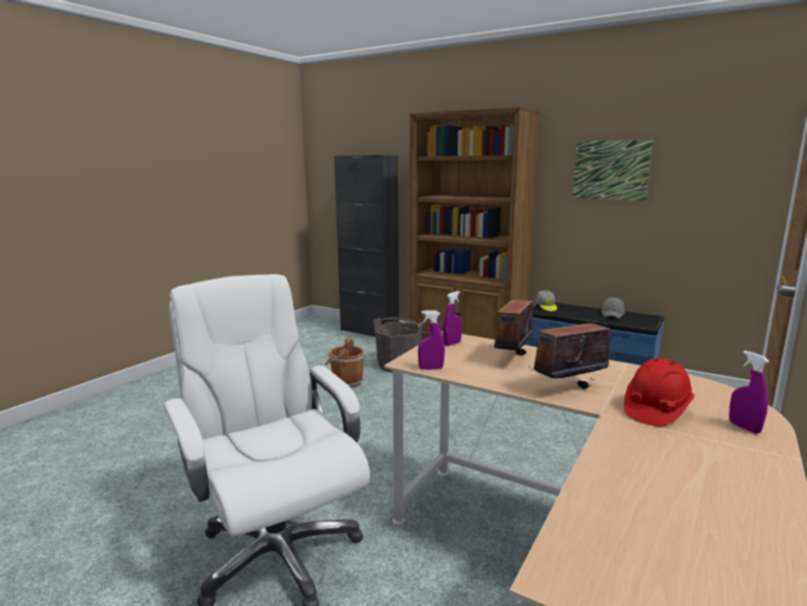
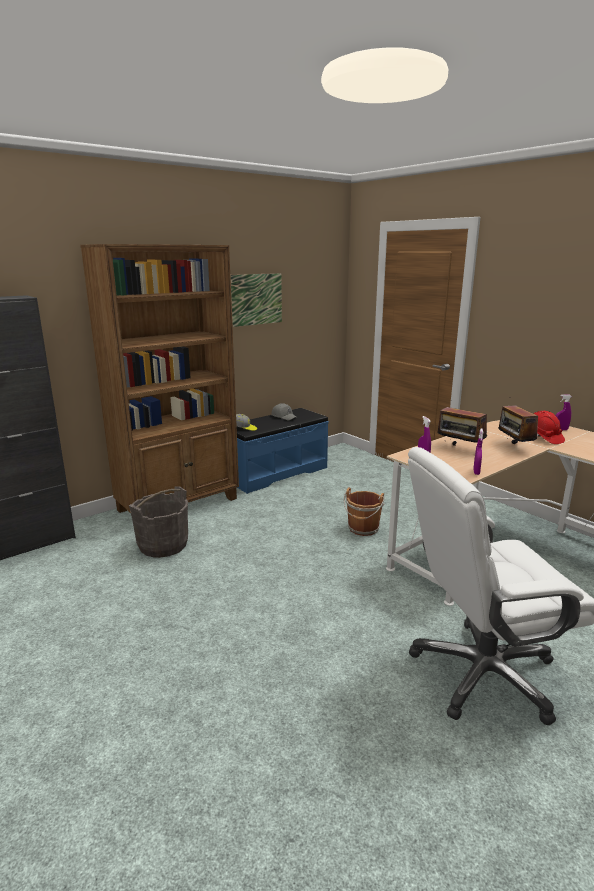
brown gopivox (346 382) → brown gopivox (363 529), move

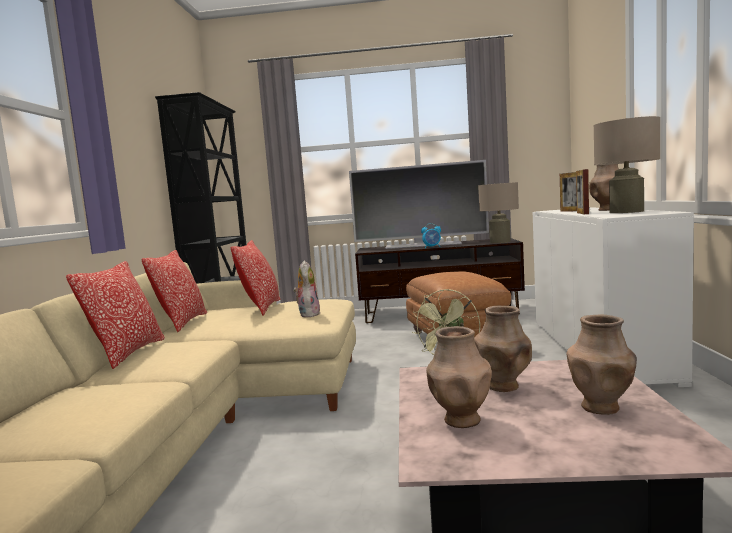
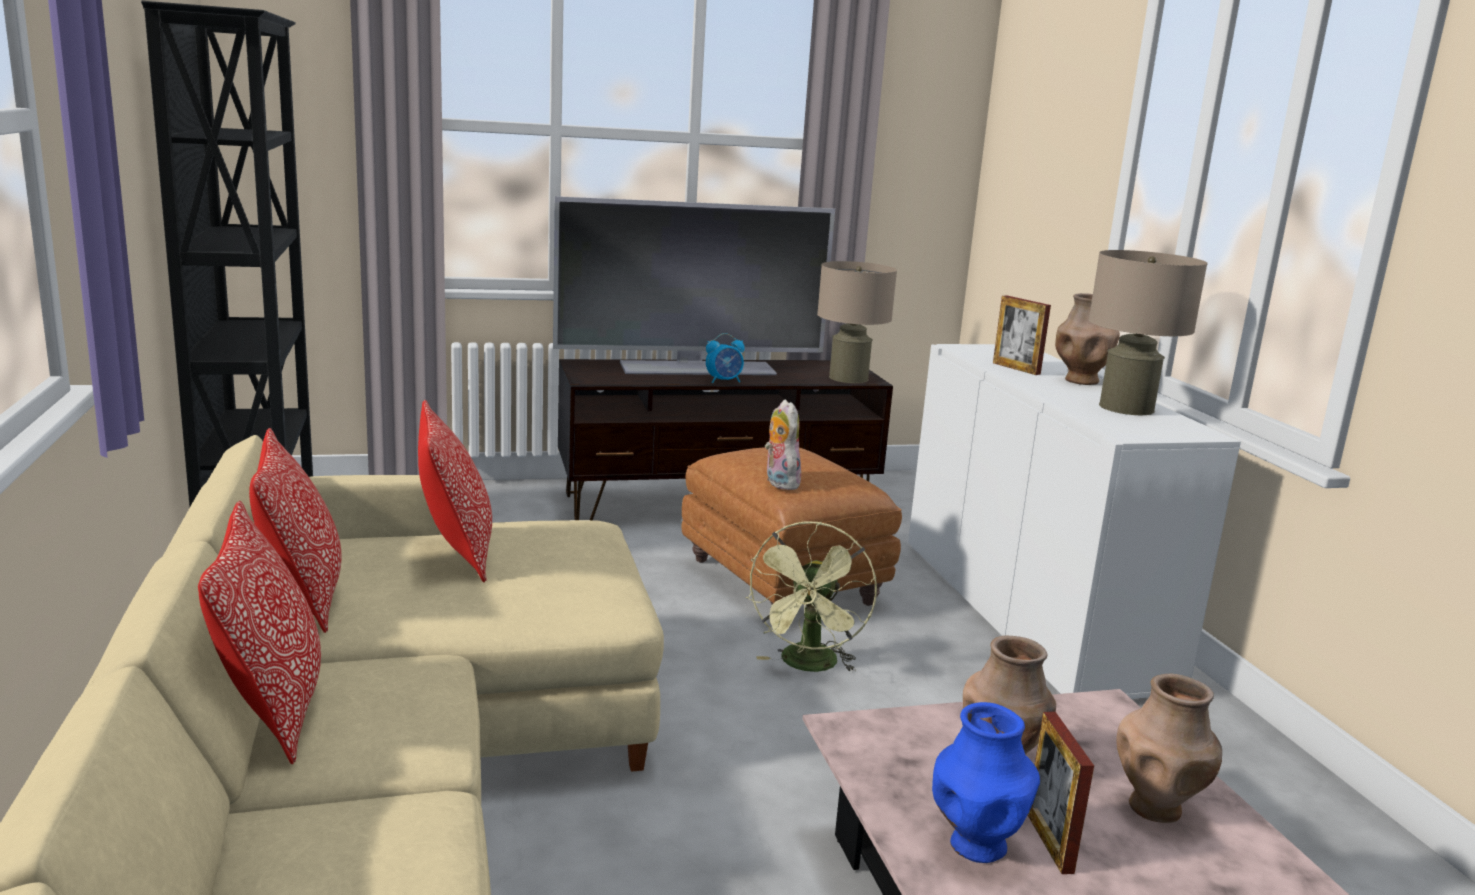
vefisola (308 314) → vefisola (779 483), move
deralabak (582 213) → deralabak (1049 842), move
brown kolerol (461 420) → blue kolerol (976 846)

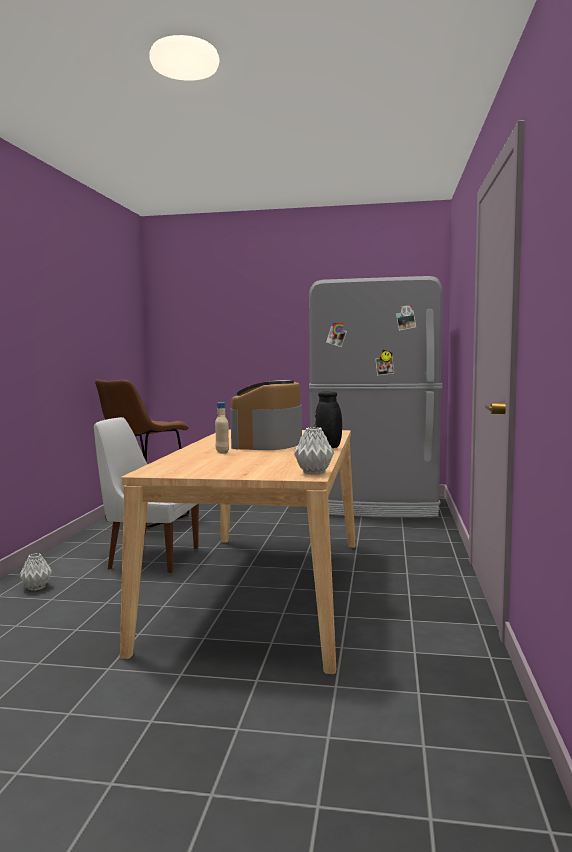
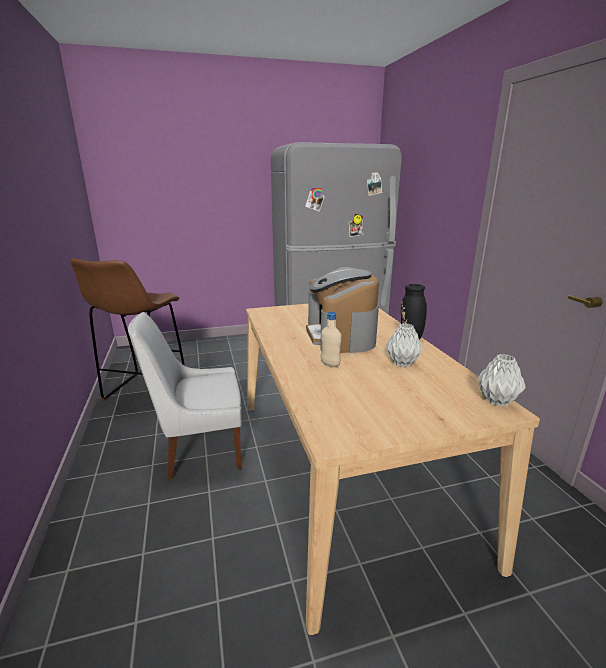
grey kolerol (36 587) → grey kolerol (401 363), move

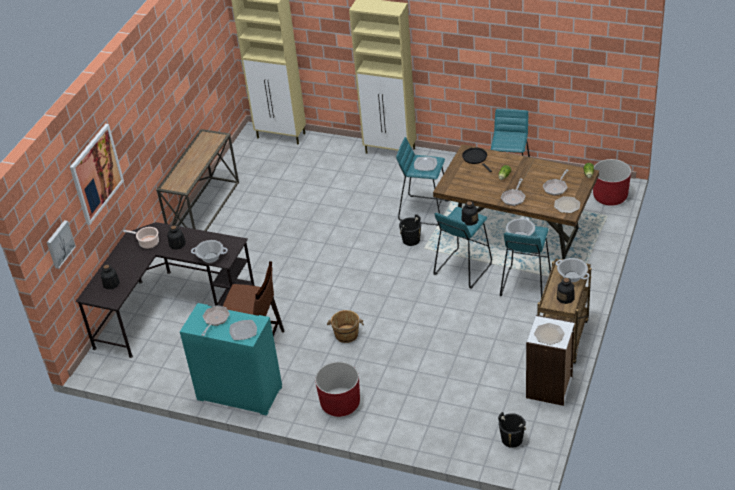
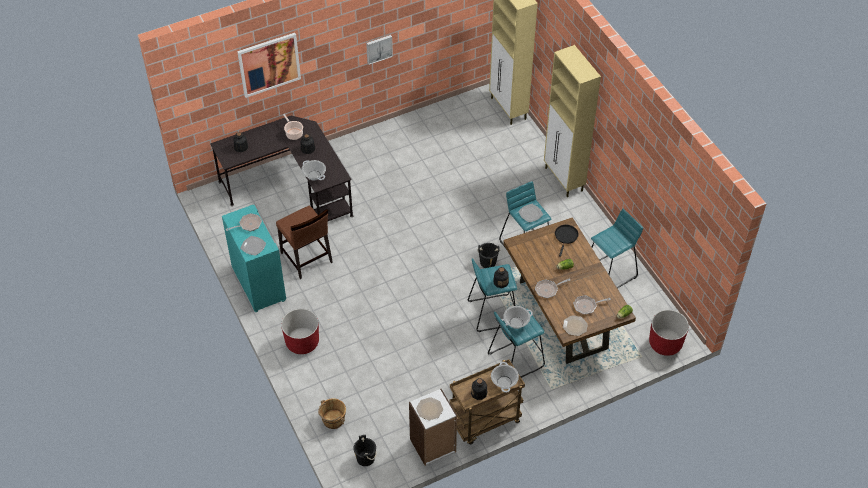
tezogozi (204 209) → -
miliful (59 244) → miliful (379 48), move
brown gopivox (346 335) → brown gopivox (333 420), move

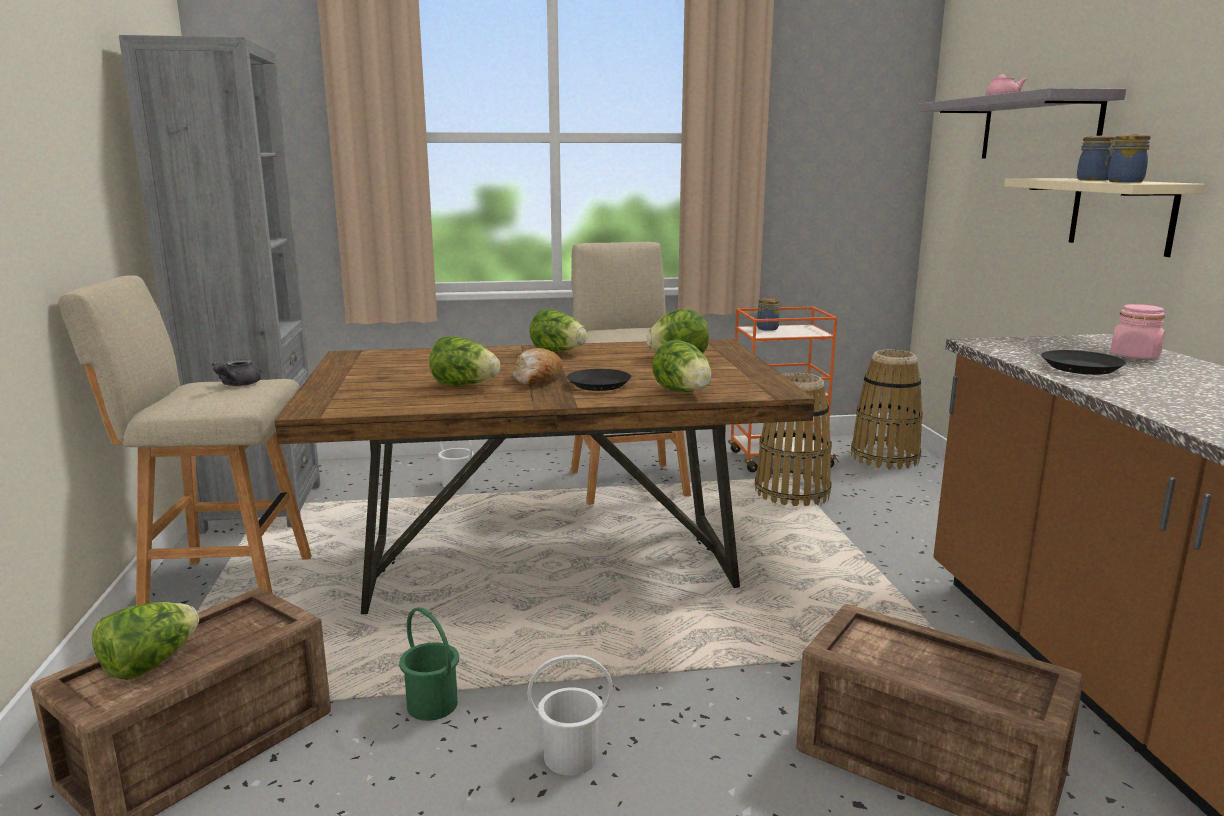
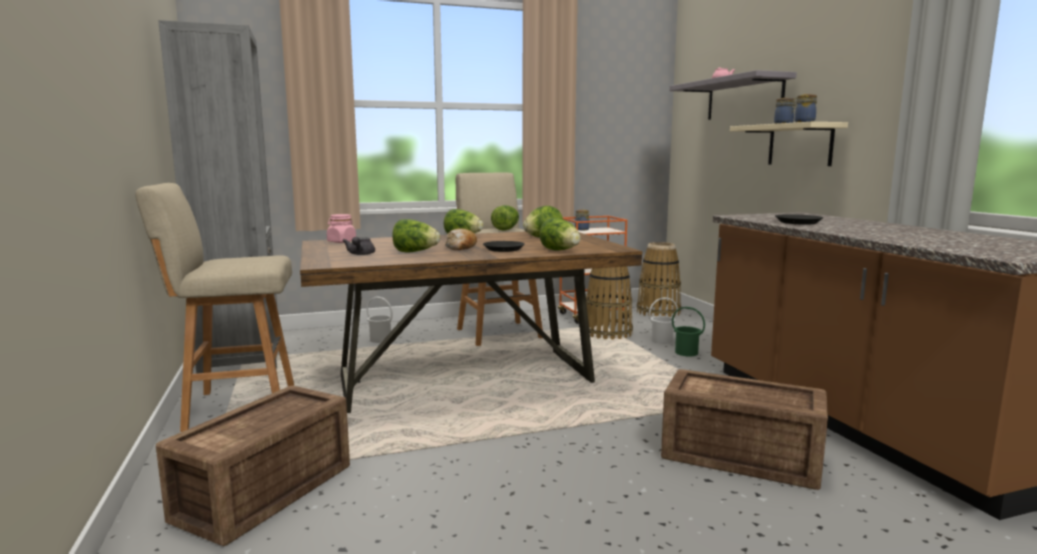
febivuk (150 664) → febivuk (506 229), move
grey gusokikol (236 385) → grey gusokikol (360 254), move
green gopivox (431 705) → green gopivox (686 353), move
white gopivox (570 756) → white gopivox (661 340), move
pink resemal (1135 356) → pink resemal (341 241), move

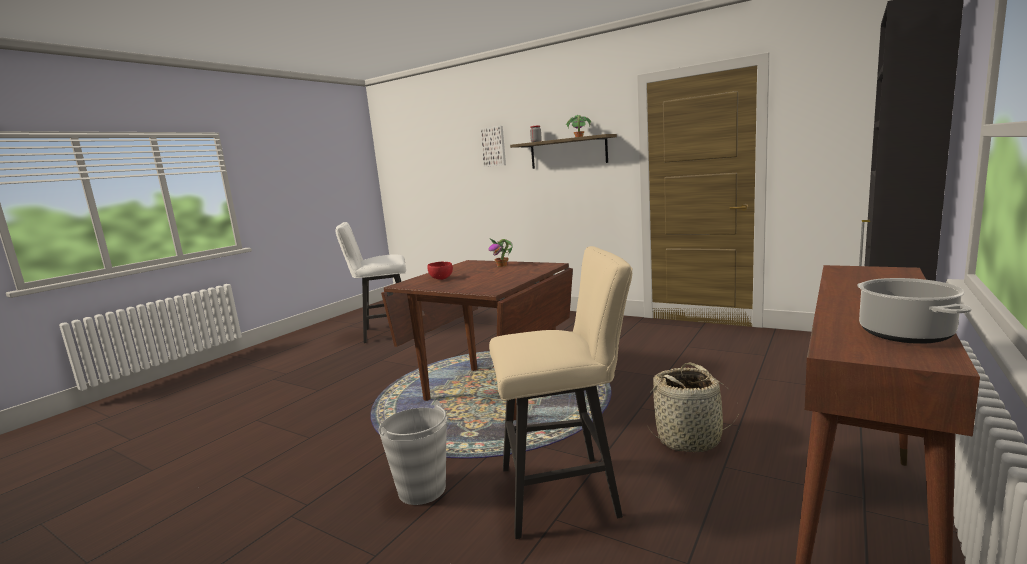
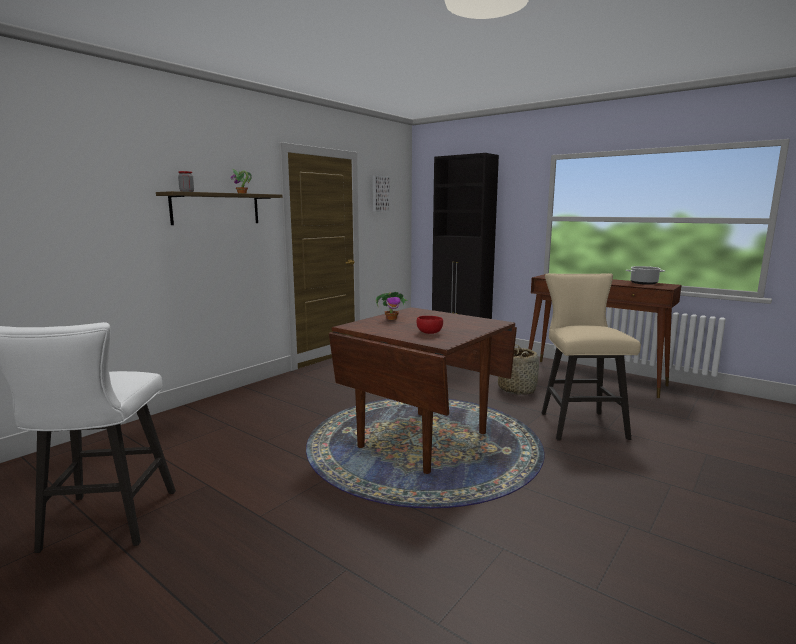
grey gopivox (422 490) → -
miliful (494 146) → miliful (380 194), move

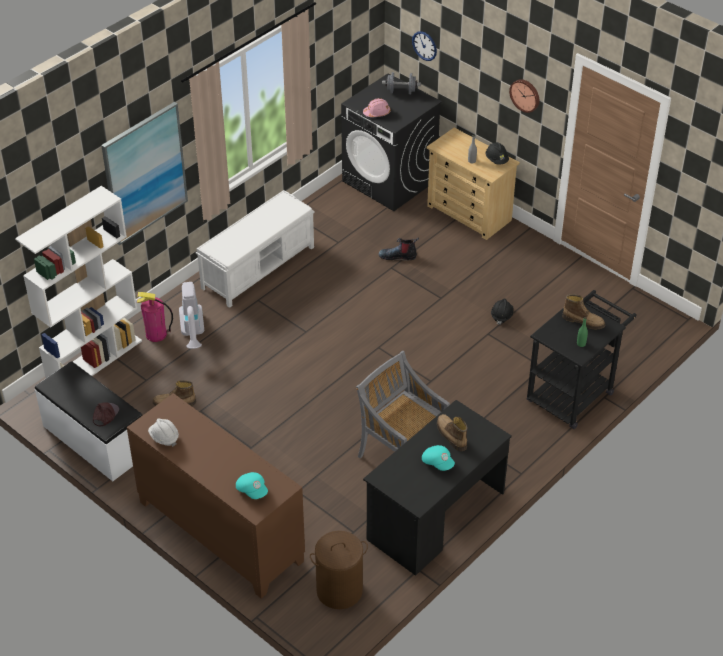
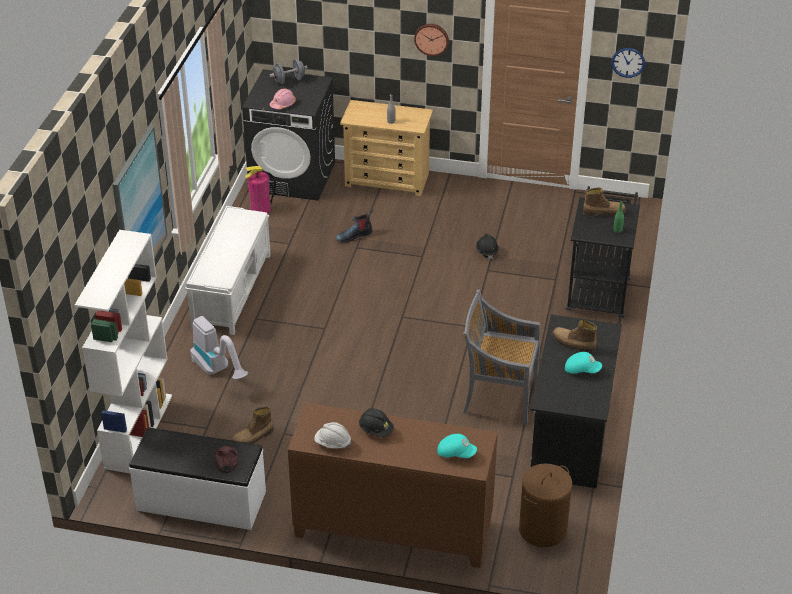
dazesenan (156 334) → dazesenan (260 209), move
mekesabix (424 46) → mekesabix (628 62), move
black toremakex (496 160) → black toremakex (376 430), move

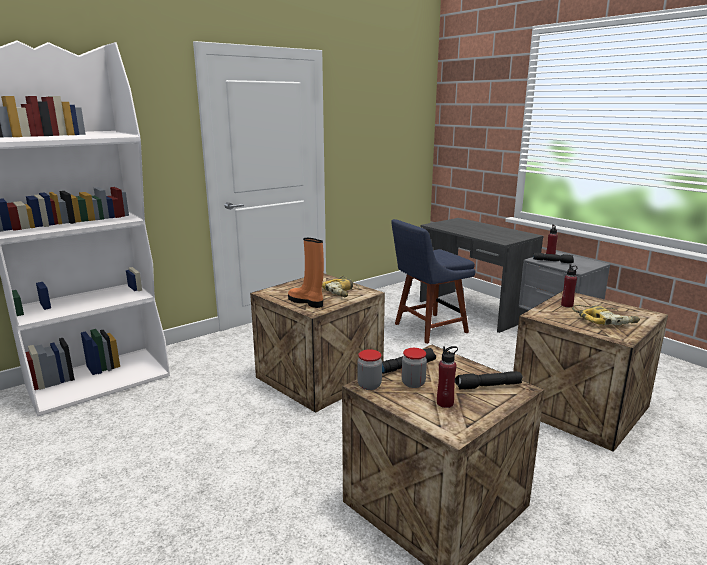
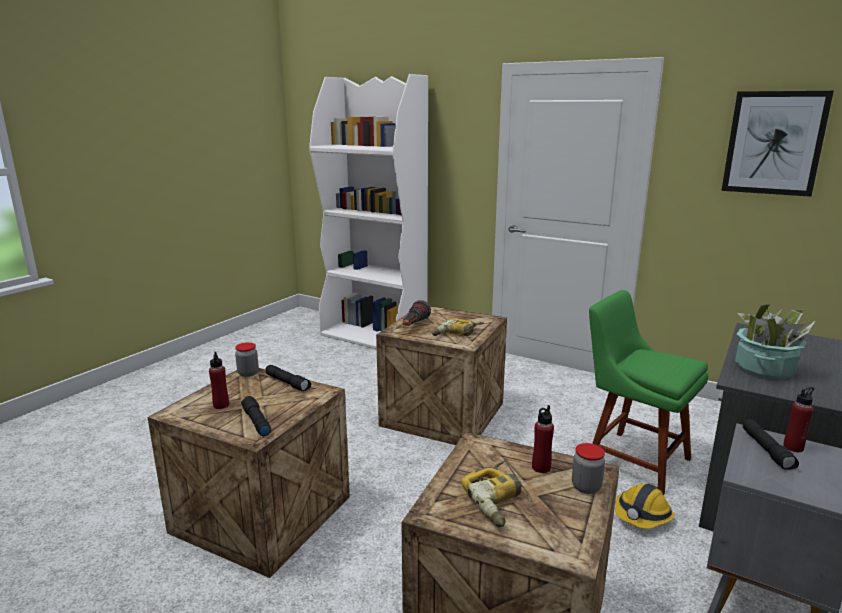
- → toremakex (642 516)
- → miliful (774 143)
- → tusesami (764 369)
resemal (413 383) → resemal (586 487), move
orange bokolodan (306 302) → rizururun (414 326)
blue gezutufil (427 329) → green gezutufil (632 459)

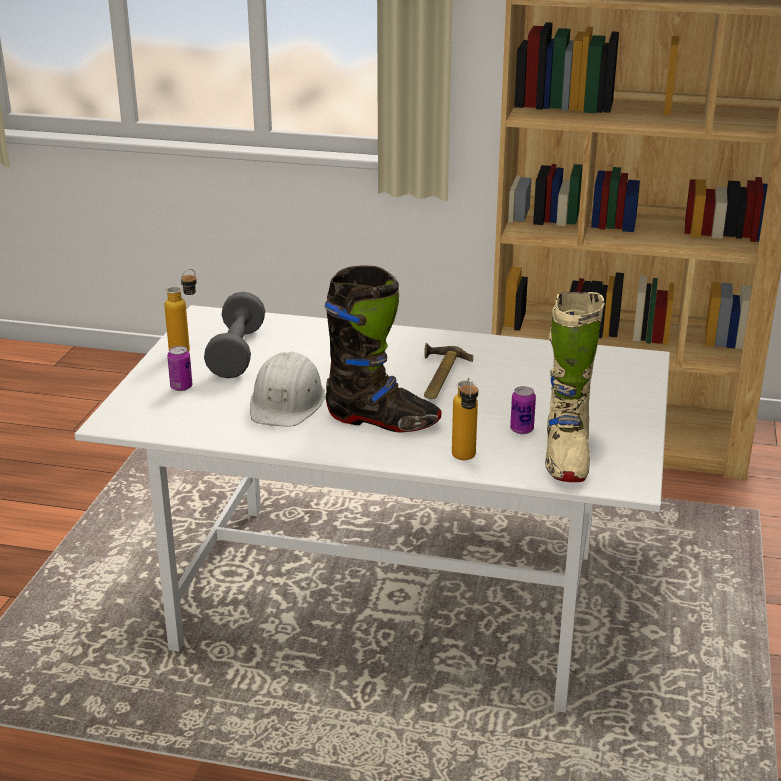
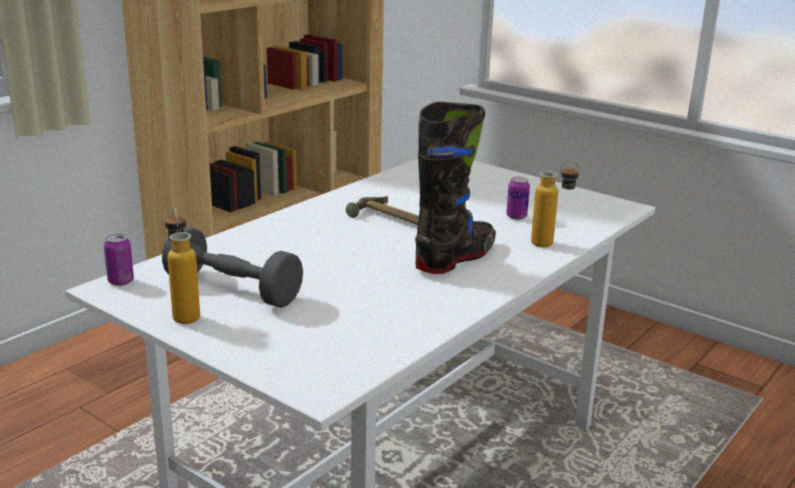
white toremakex (287 402) → -
beige bokolodan (566 457) → -
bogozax (181 387) → bogozax (121 281), move

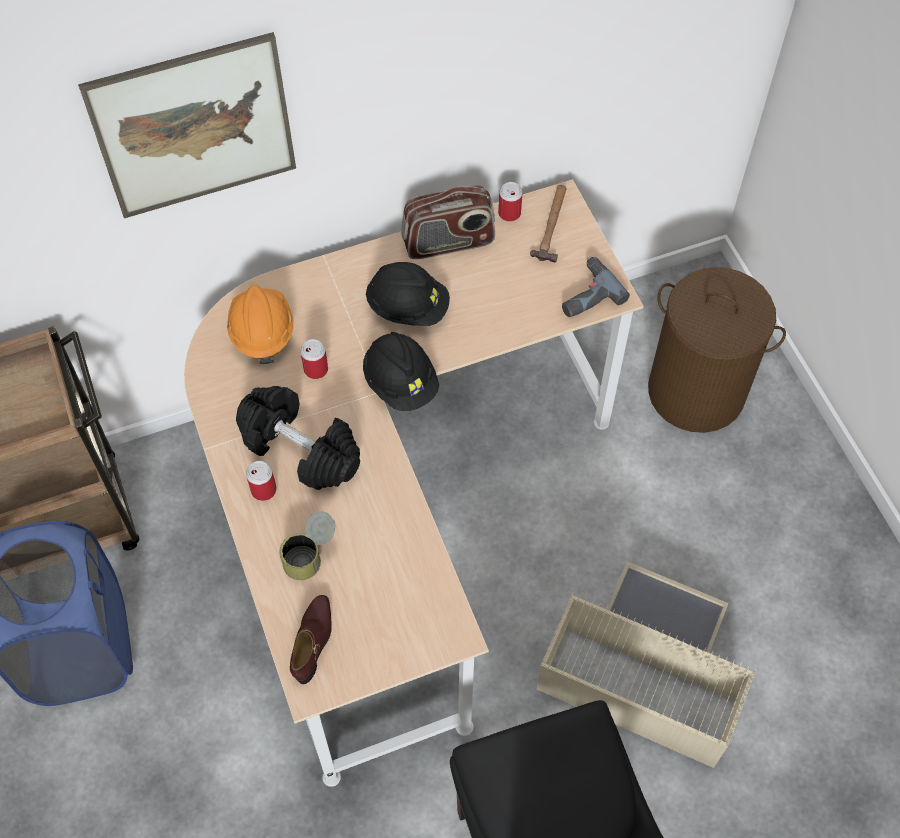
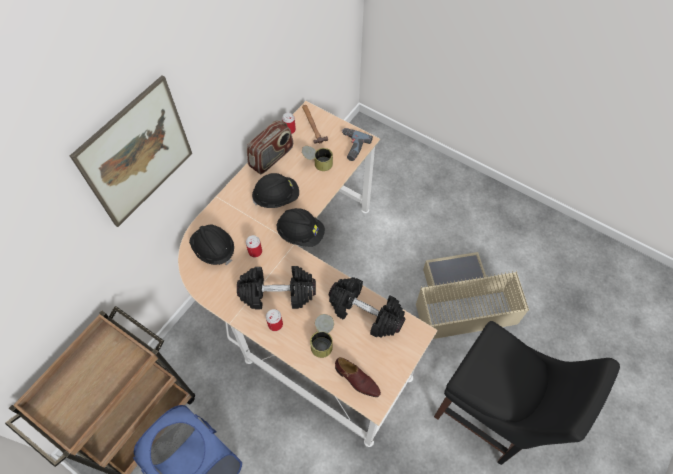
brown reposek (697 391) → -
- → bogozax (317 163)
- → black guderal (365 313)
orange toremakex (262 332) → black toremakex (214 249)
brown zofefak (313 641) → brown zofefak (357 380), 150 degrees clockwise

